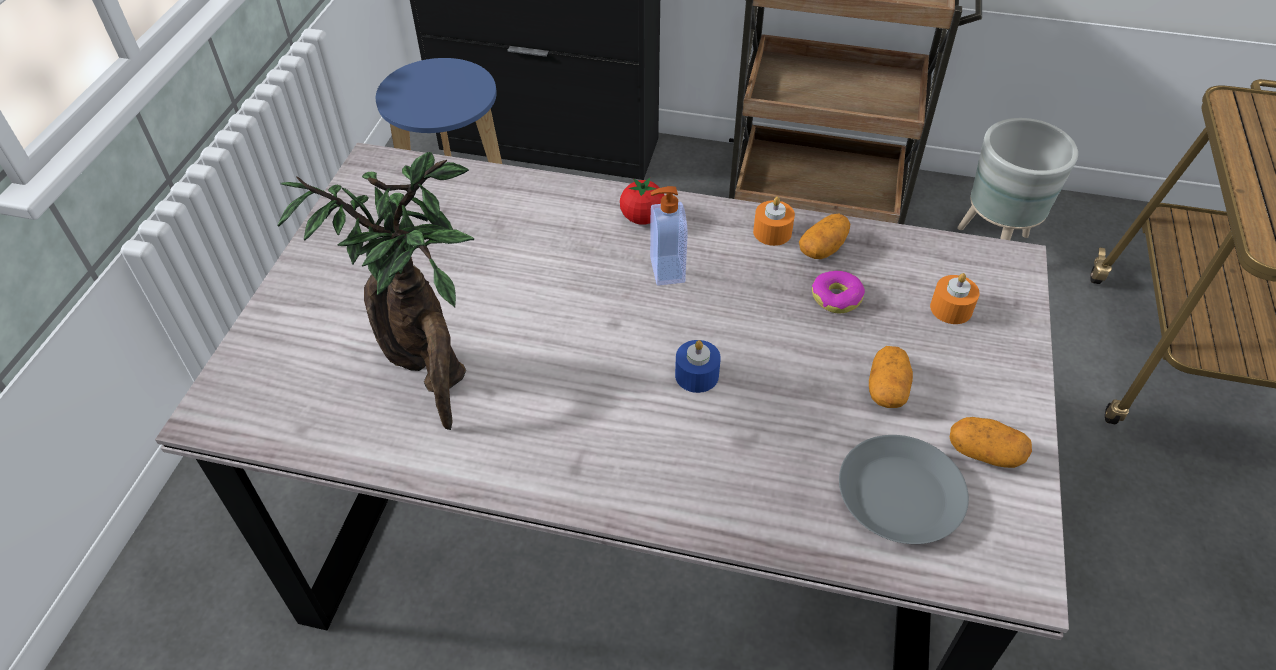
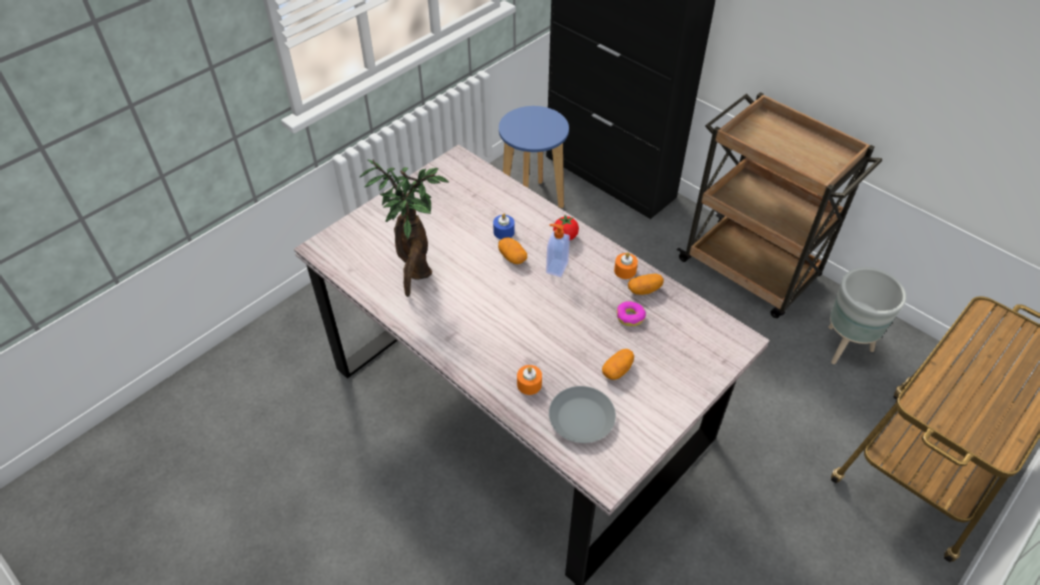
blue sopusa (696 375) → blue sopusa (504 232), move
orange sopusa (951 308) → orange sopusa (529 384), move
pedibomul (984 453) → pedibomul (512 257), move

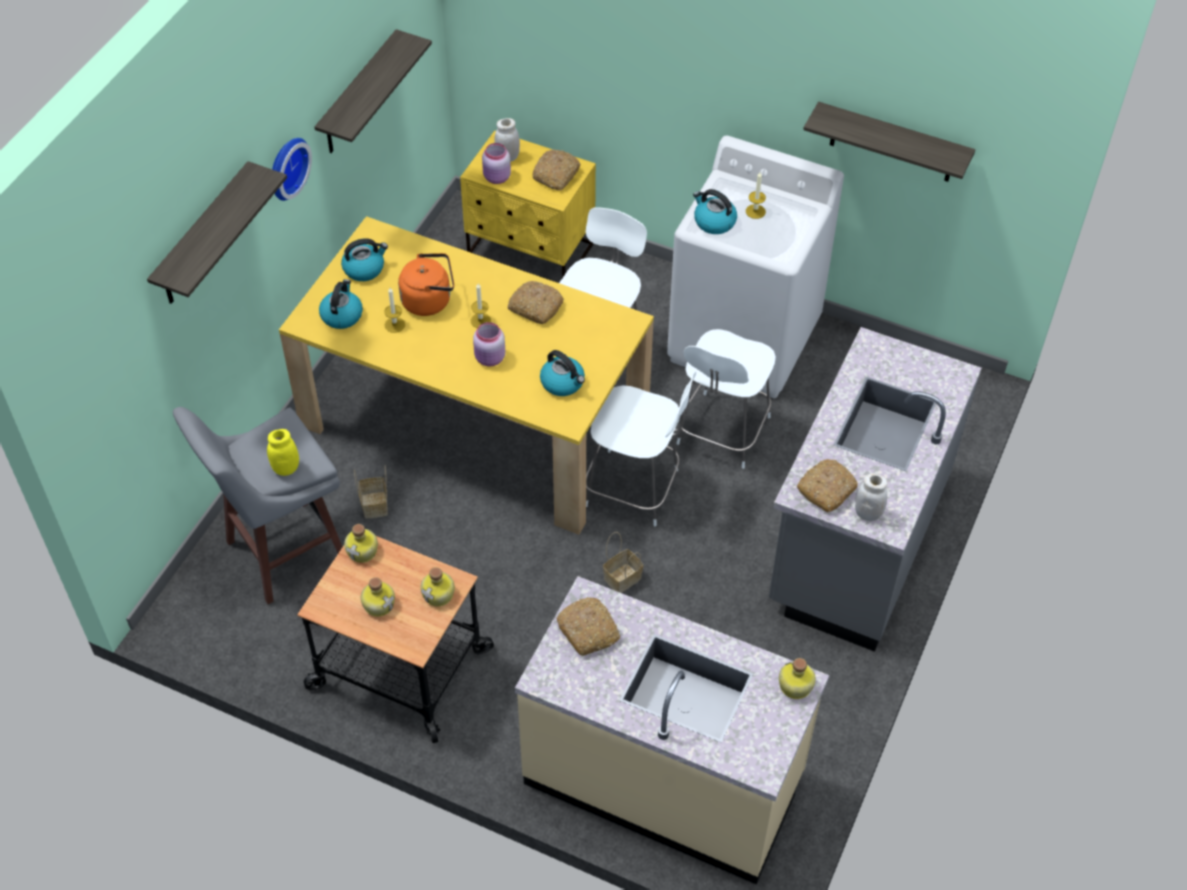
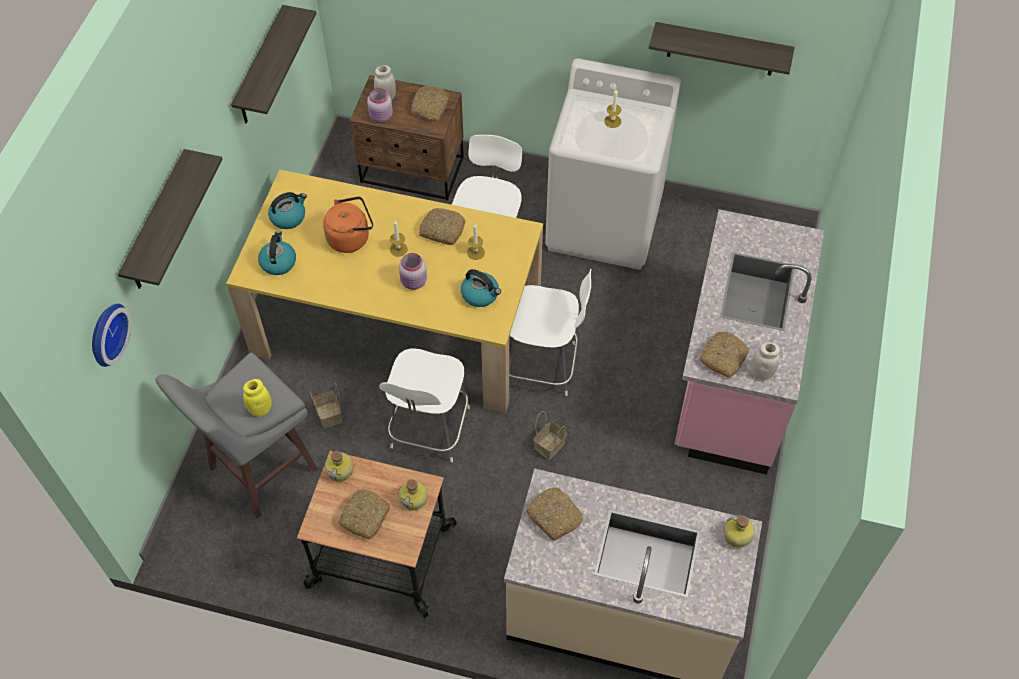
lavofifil (714 222) → -
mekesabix (285 167) → mekesabix (105 333), move
sopusa (394 325) → sopusa (476 252), move
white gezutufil (722 433) → white gezutufil (429 430), move
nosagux (379 603) → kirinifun (365 516)
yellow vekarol (530 251) → brown vekarol (412 171)
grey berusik (856 541) → pink berusik (731 382)

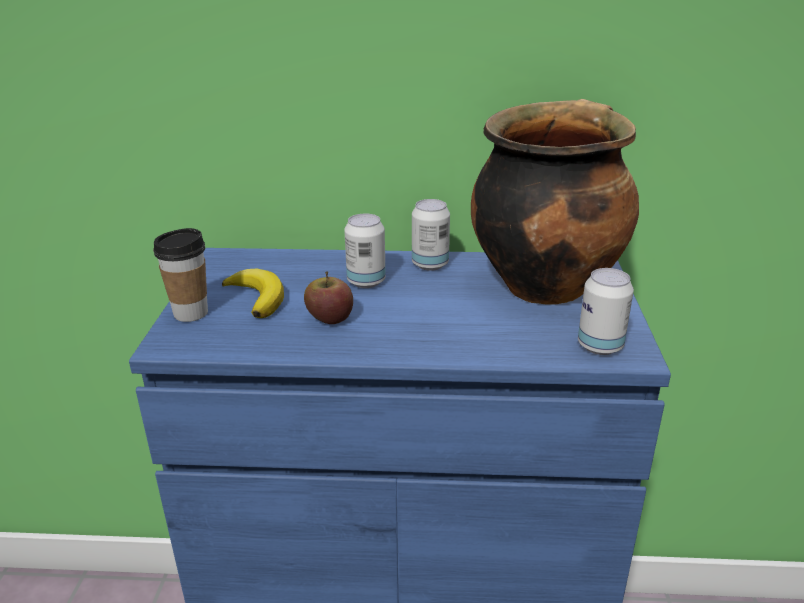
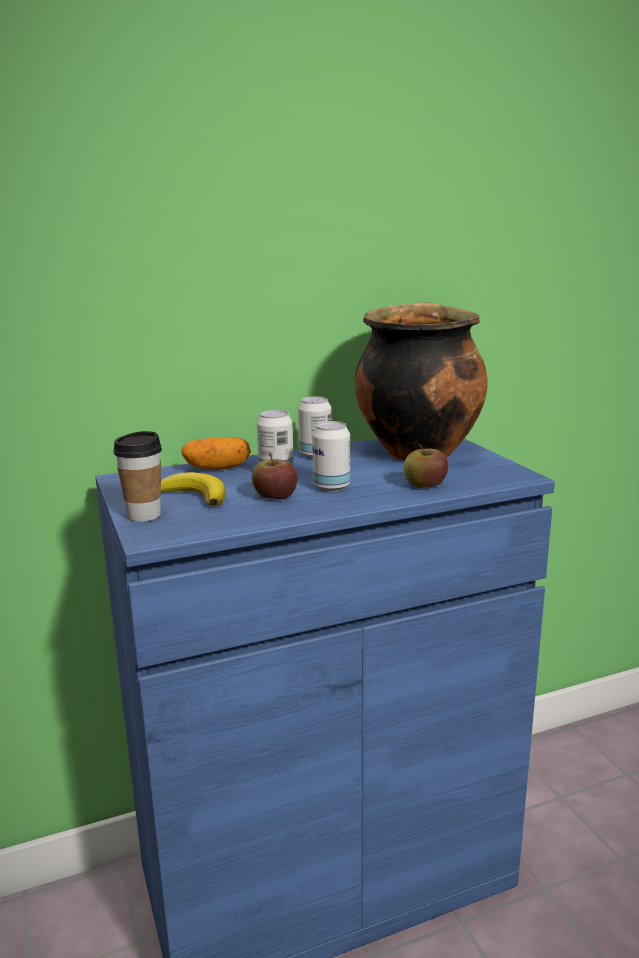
- → pedibomul (217 468)
- → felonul (425 485)
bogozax (600 346) → bogozax (331 487), move

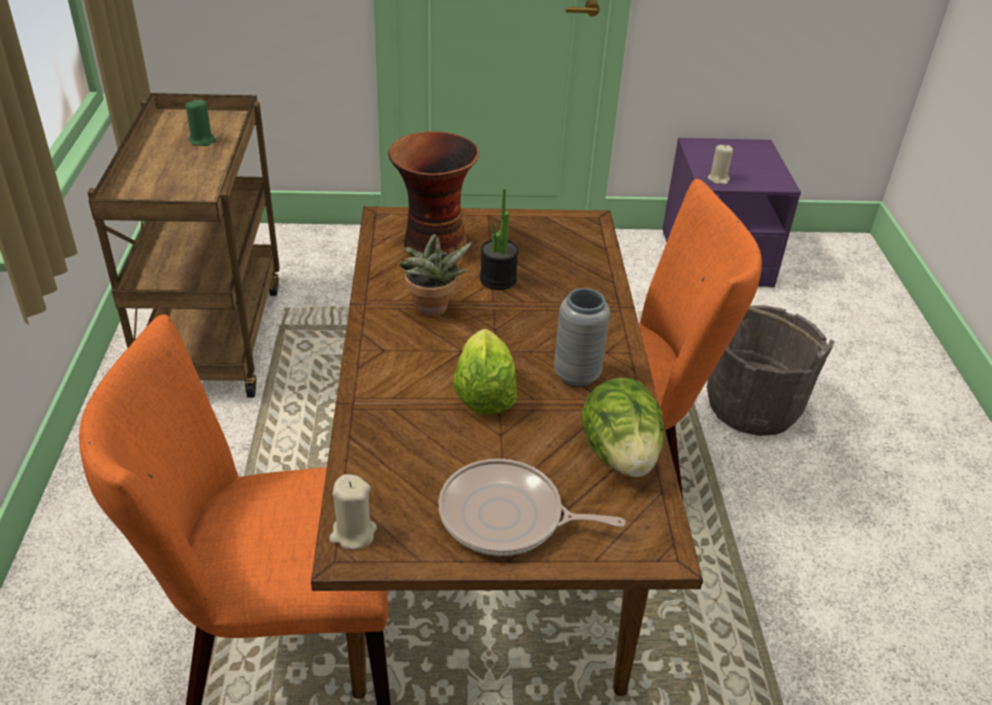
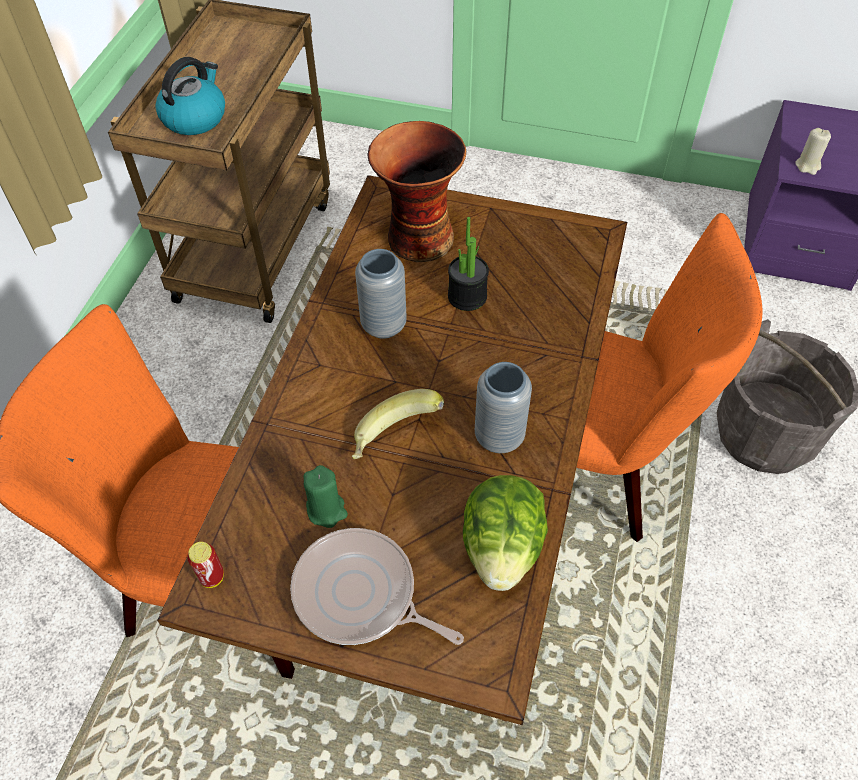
- → lavofifil (195 117)
green sopusa (202 140) → green sopusa (326 510), move
beige sopusa (353 533) → bogozax (211 577)
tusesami (431 311) → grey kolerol (383 325)
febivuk (484 393) → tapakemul (396 440)

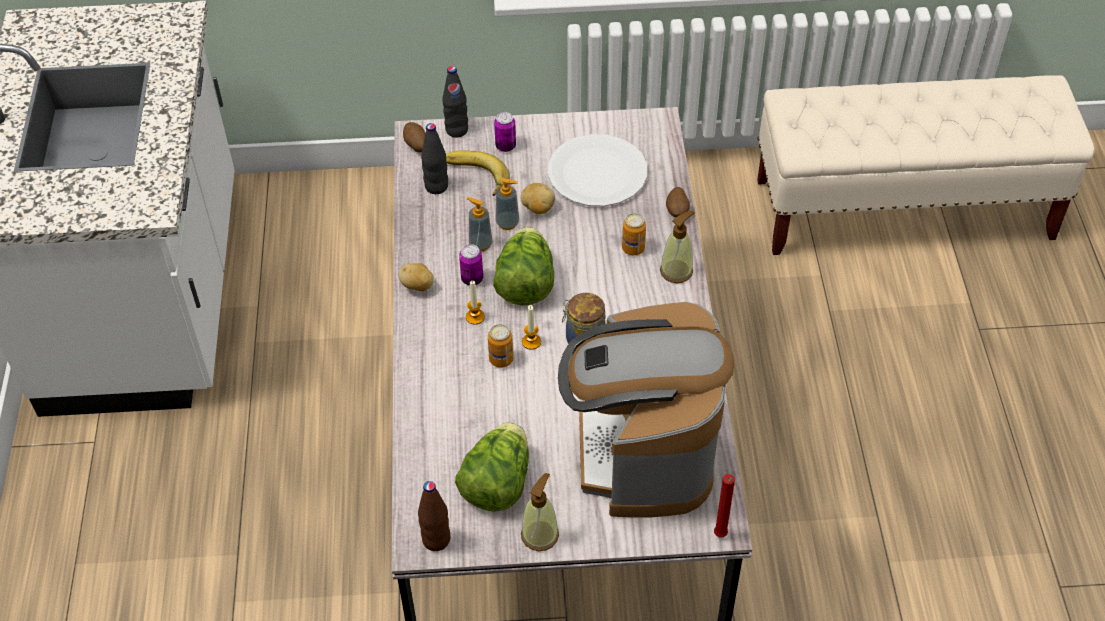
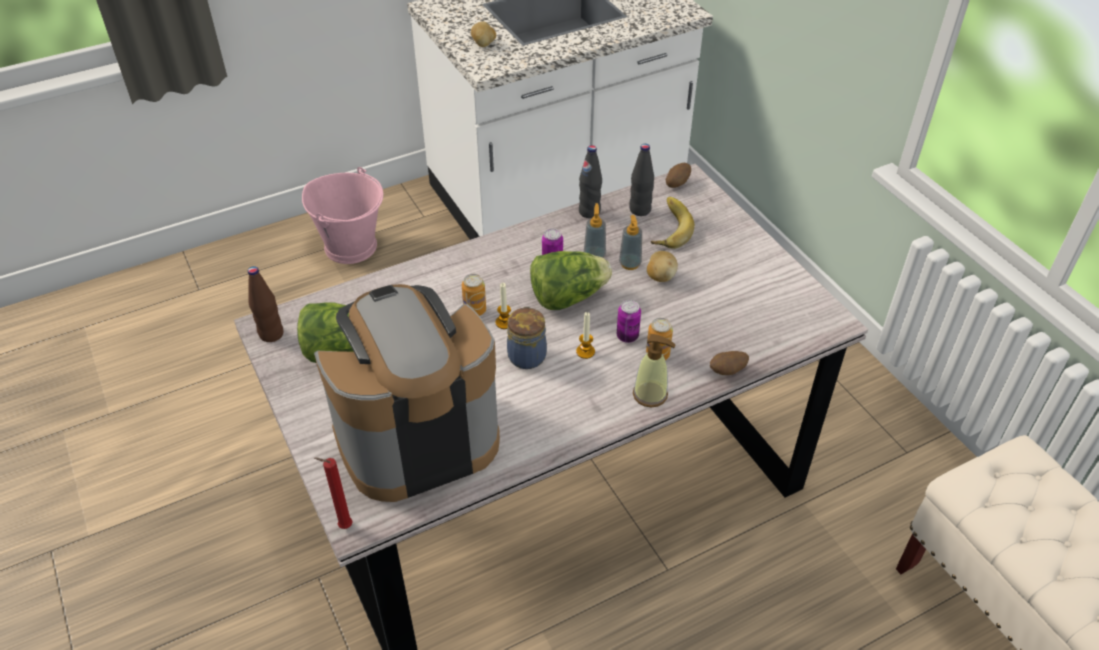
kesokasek (540 535) → -
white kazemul (597 173) → -
- → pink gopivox (351 246)
pedibomul (417 286) → pedibomul (483 44), move
black nosagux (457 130) → black nosagux (589 212), move
sopusa (475 317) → sopusa (585 351), move
bogozax (505 146) → bogozax (627 336), move

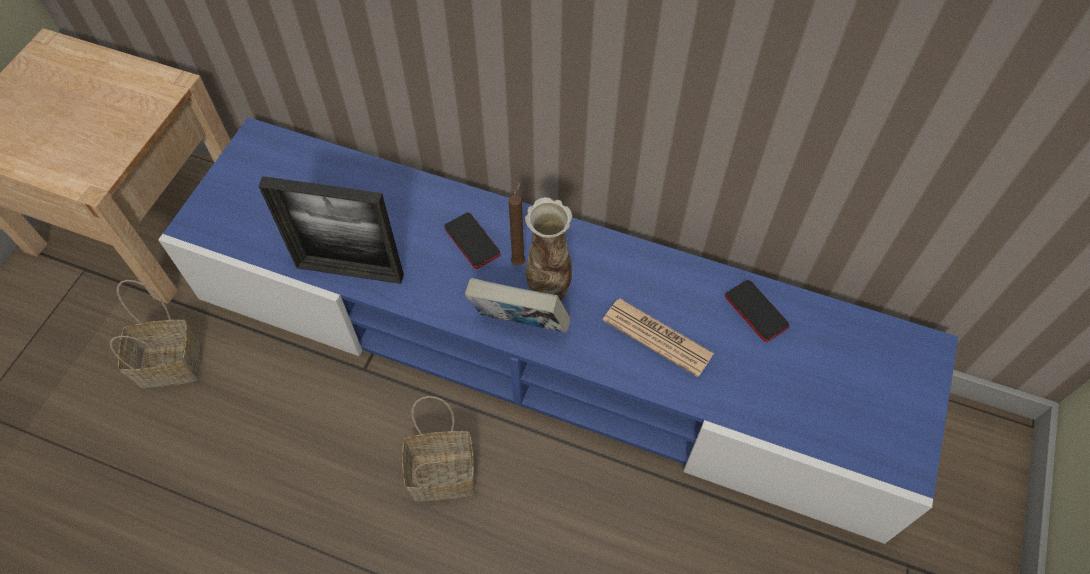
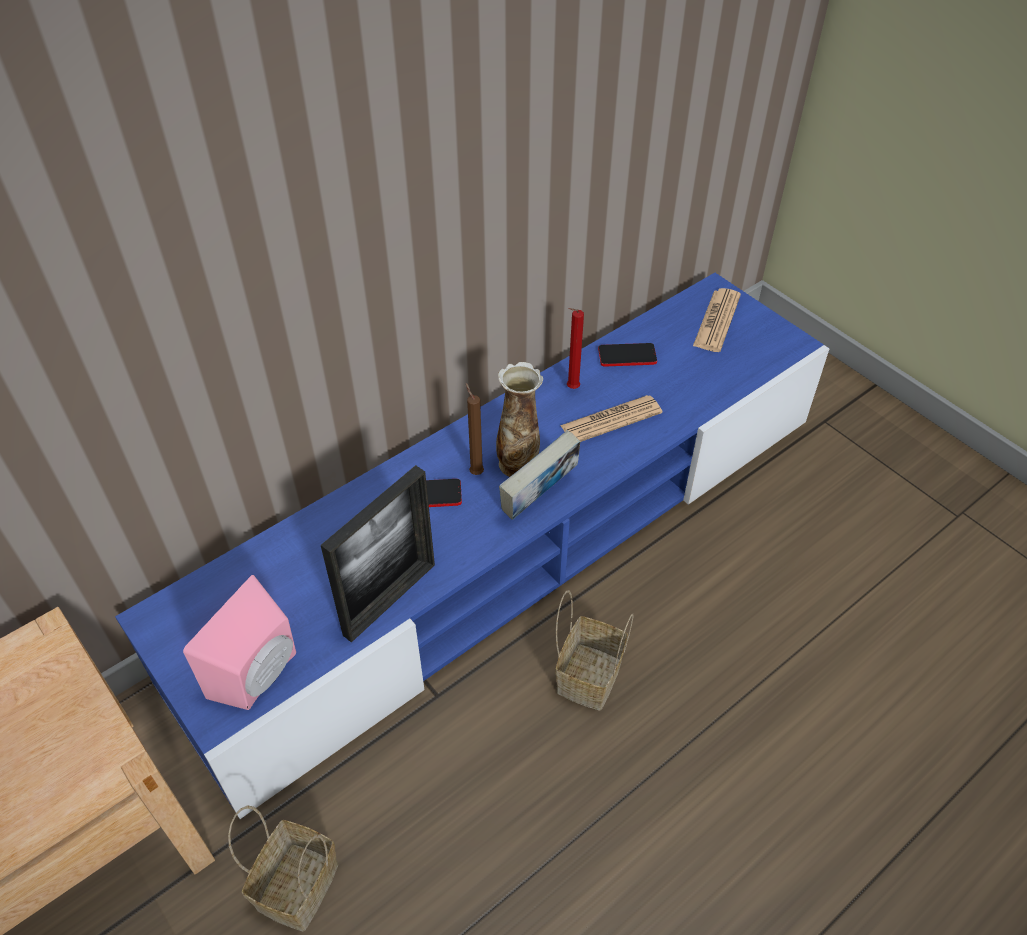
- → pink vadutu (261 675)
- → red sopusa (571 389)
- → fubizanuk (717 321)

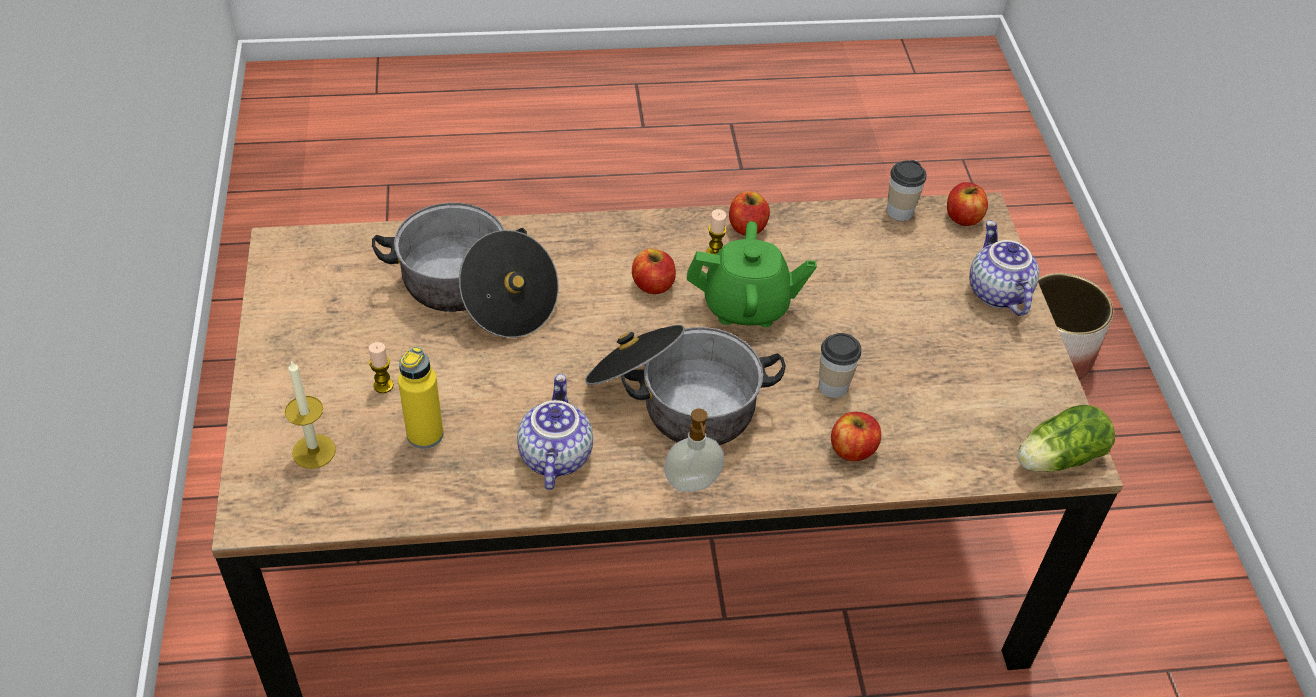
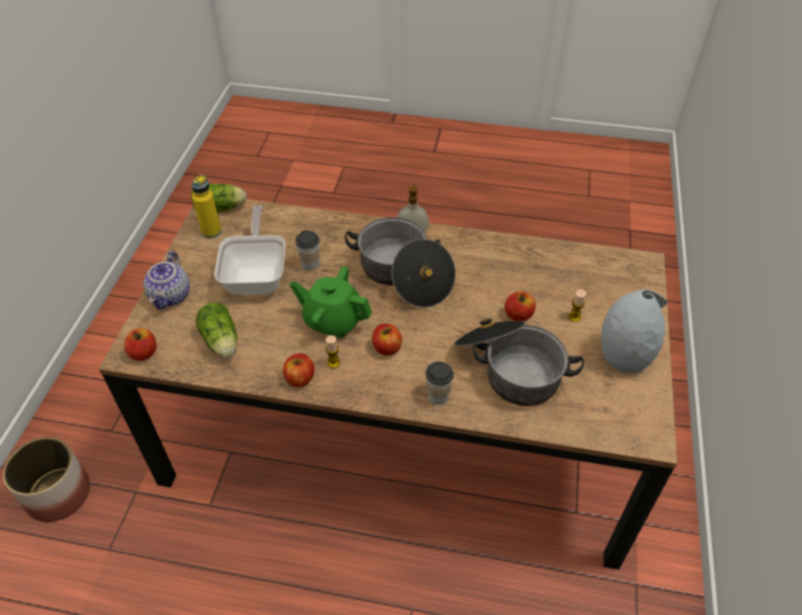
sopusa (314 451) → -
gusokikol (553 455) → -
- → febivuk (221 342)
- → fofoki (257 275)
- → grey kolerol (624 355)
yellow nosagux (425 434) → yellow nosagux (211 231), move
felonul (852 449) → felonul (518 315), move
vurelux (899 212) → vurelux (438 396), move

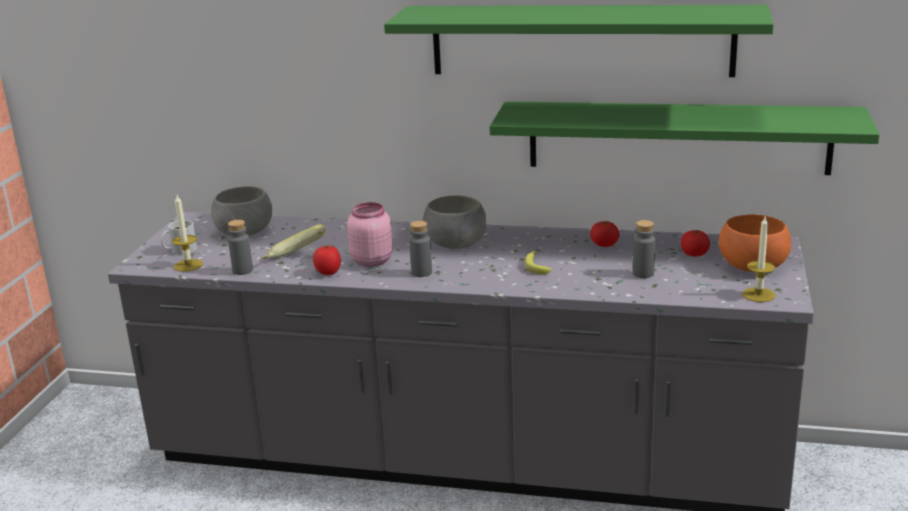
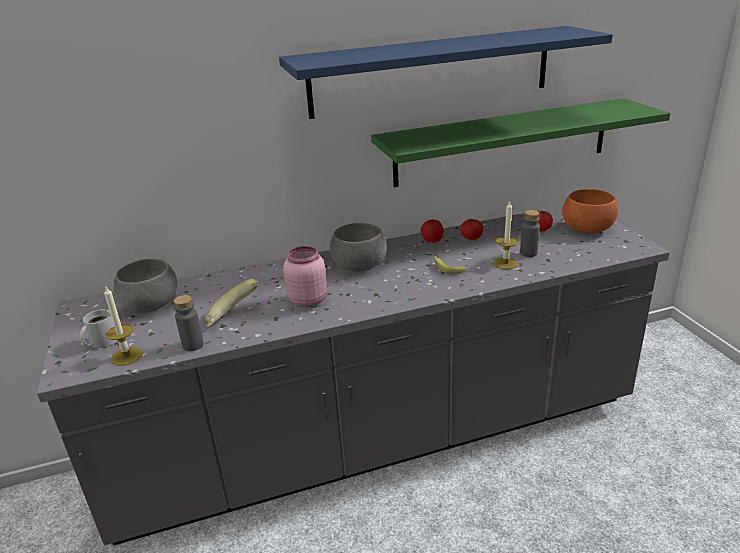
grey nosagux (421 273) → -
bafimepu (328 273) → bafimepu (432 241), move
sopusa (758 295) → sopusa (505 263), move
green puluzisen (581 40) → blue puluzisen (432 71)

